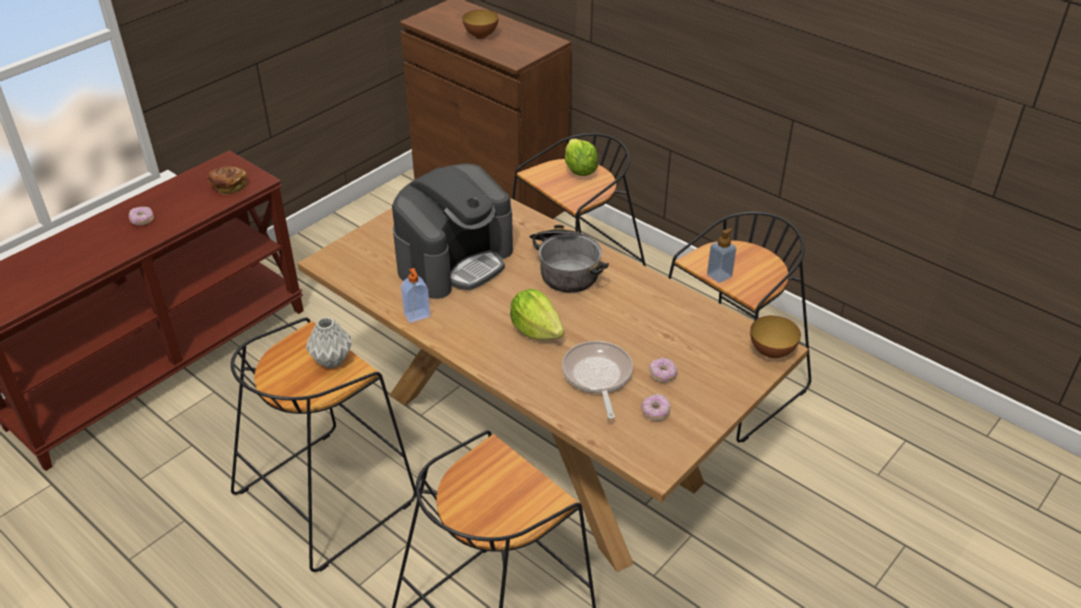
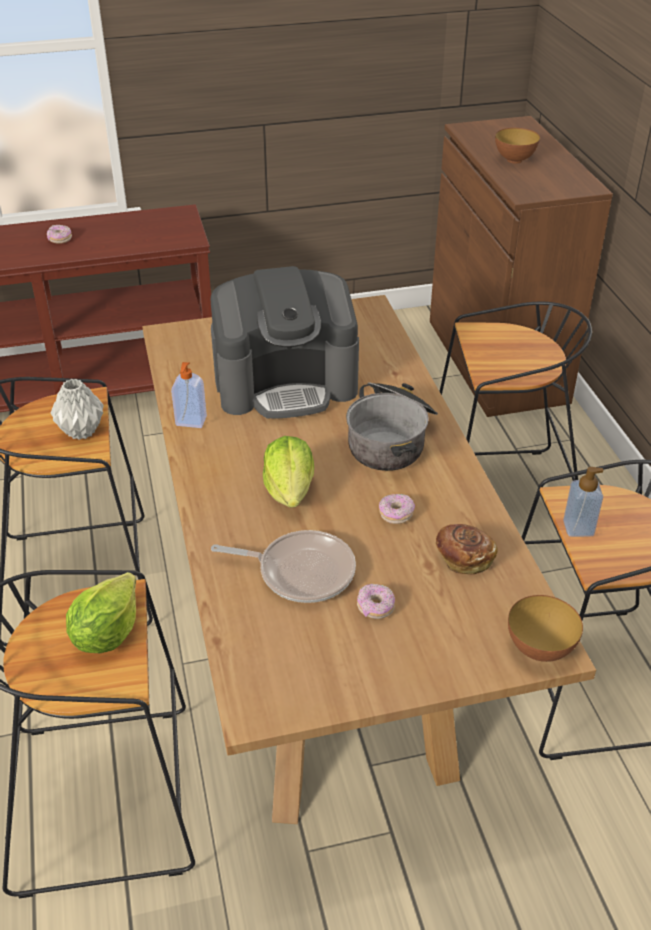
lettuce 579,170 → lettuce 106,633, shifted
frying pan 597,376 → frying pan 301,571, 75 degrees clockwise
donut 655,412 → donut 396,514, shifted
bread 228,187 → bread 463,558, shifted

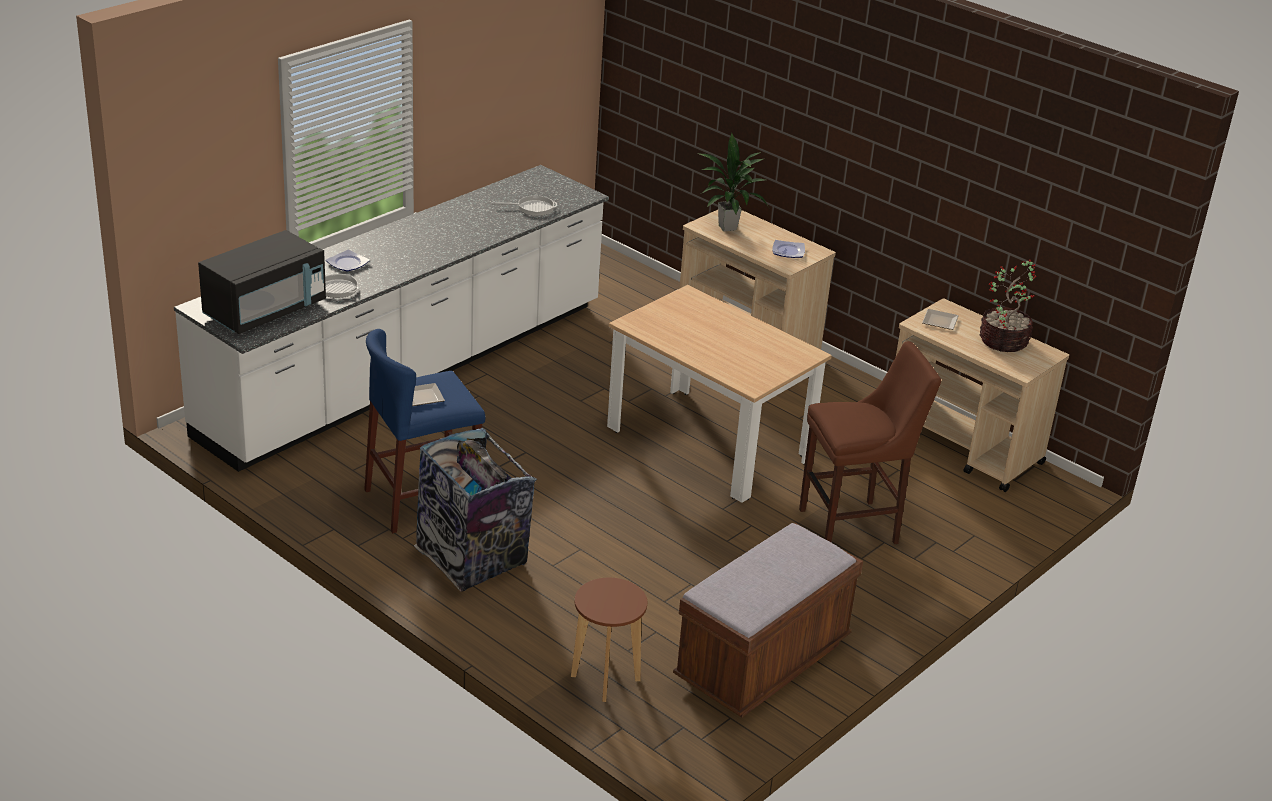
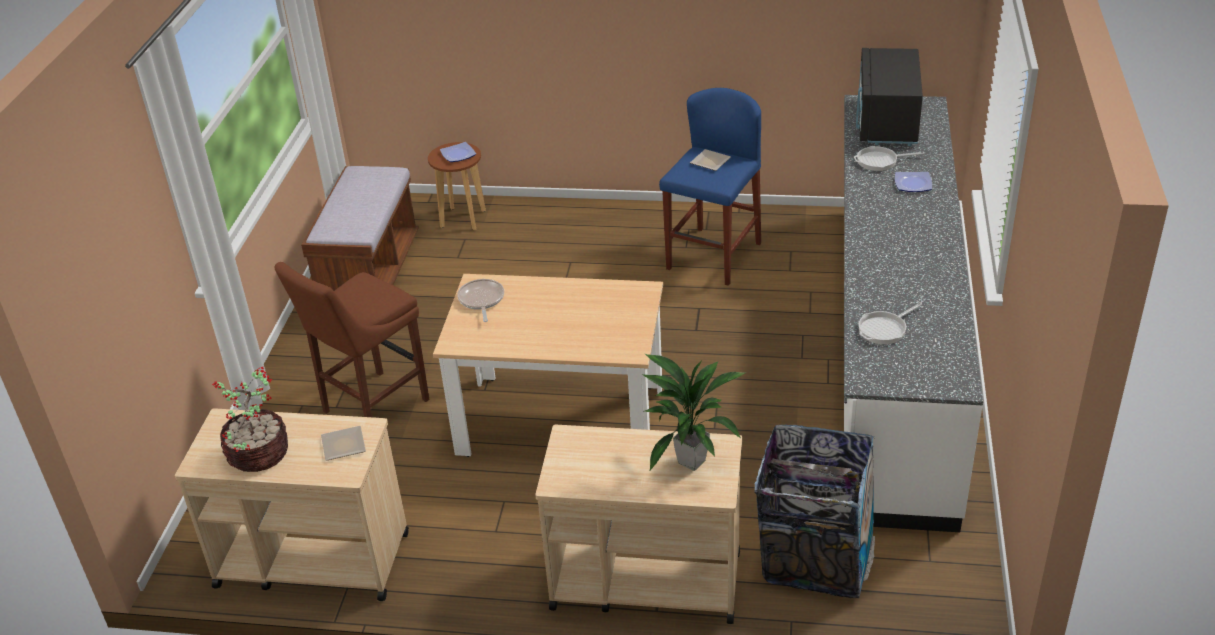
plate 789,251 → plate 458,155, shifted
- → frying pan 481,300
trash can 472,559 → trash can 815,560, shifted

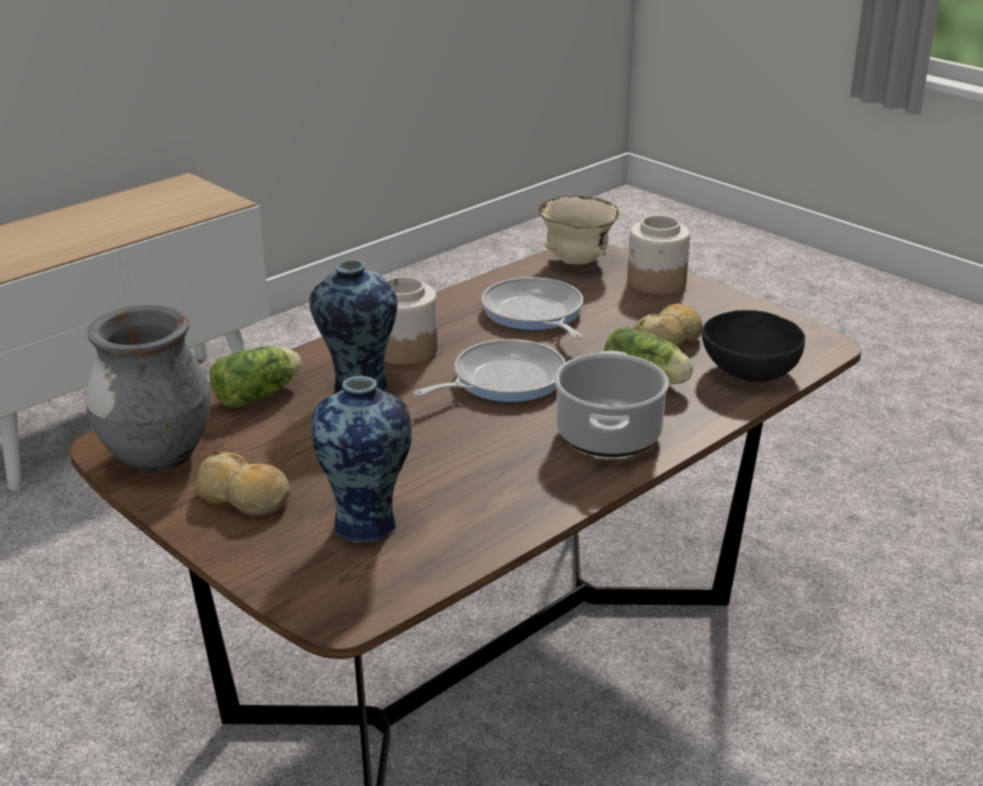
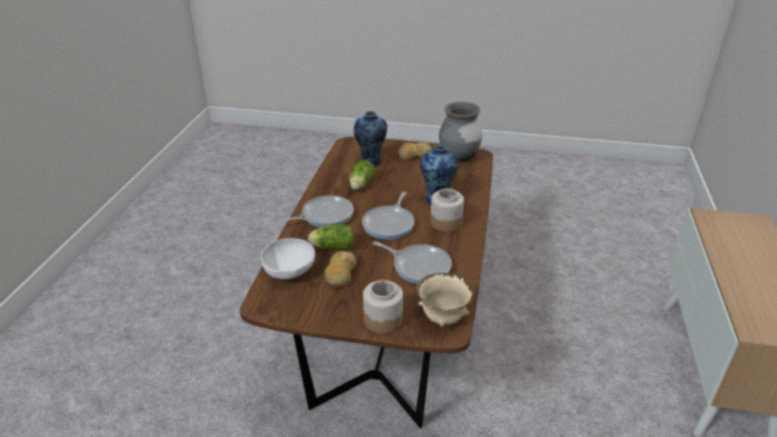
bowl/black 749,370 → bowl/white 290,271
cooking pot 609,436 → frying pan 324,215
lettuce 260,395 → lettuce 360,185, shifted

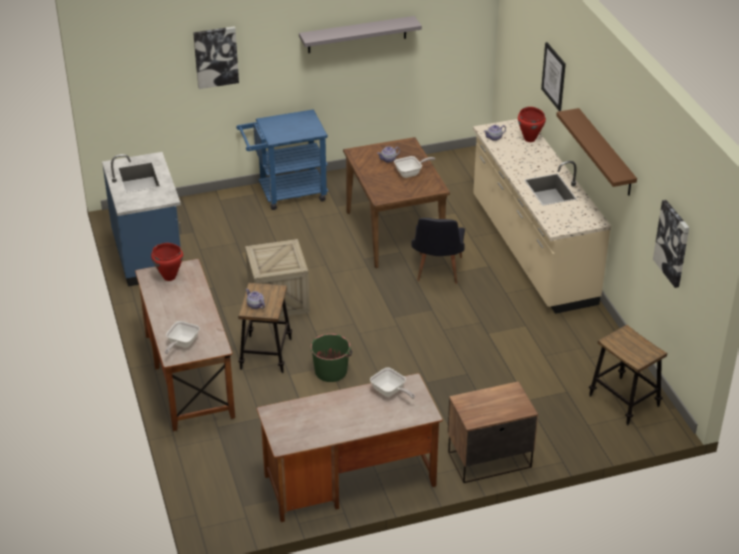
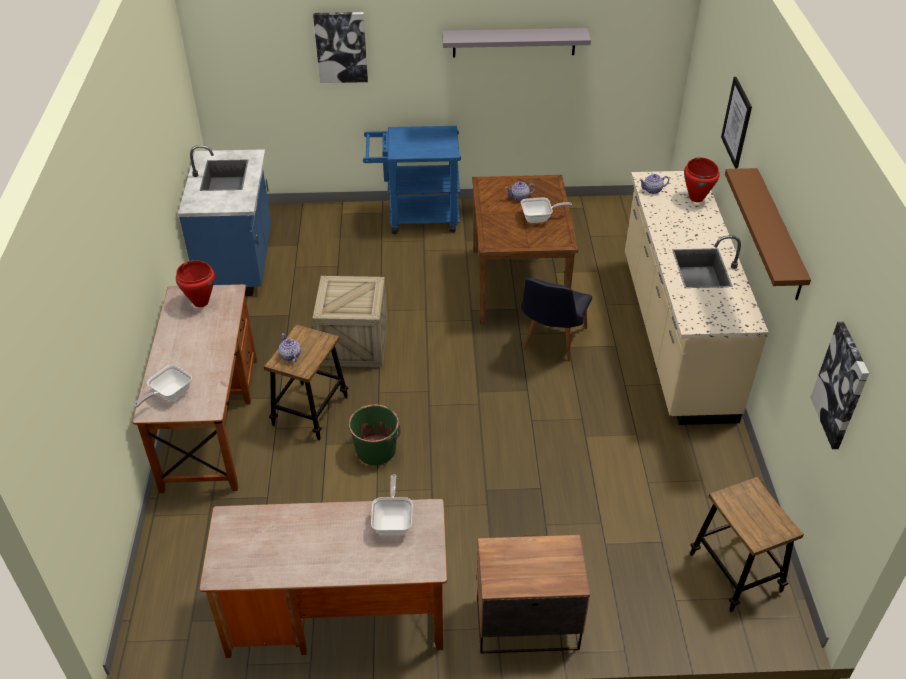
frying pan 390,392 → frying pan 393,521, 150 degrees counterclockwise

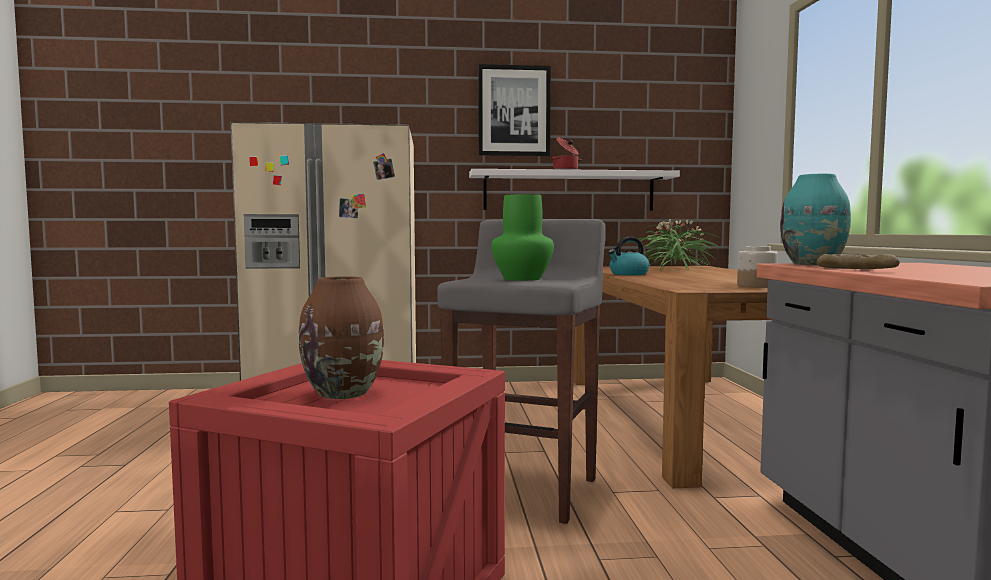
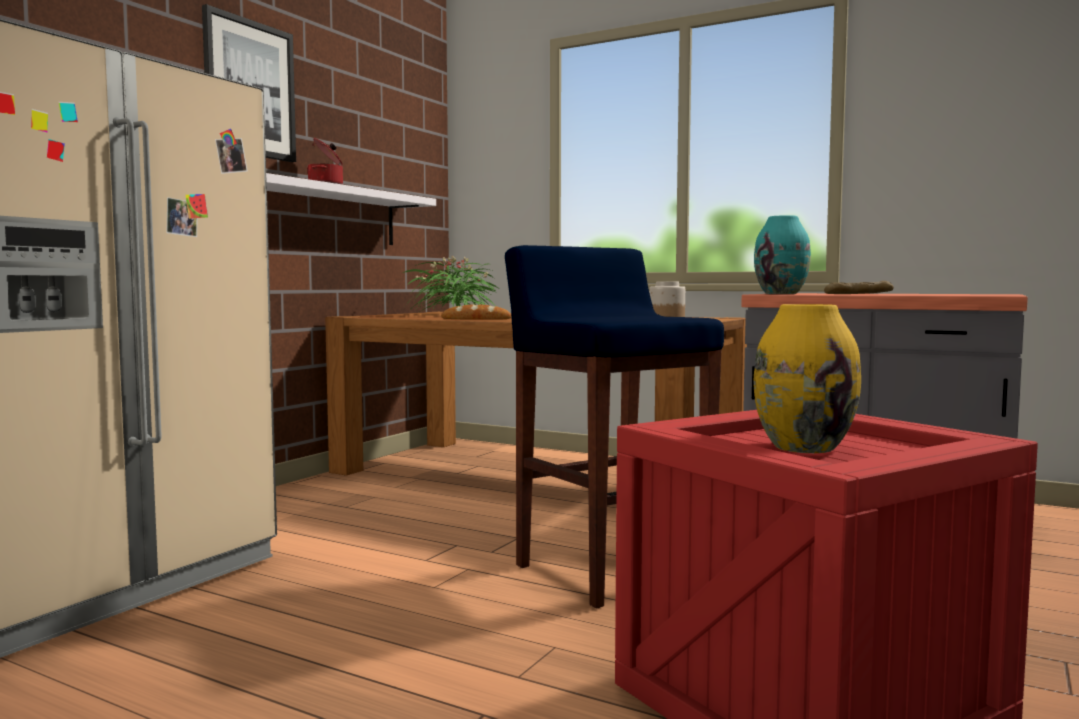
kettle 628,274 → bread 476,319
stool/grey 525,490 → stool/blue 610,570
vase/brown 344,393 → vase/yellow 803,447
vase/green 521,279 → -

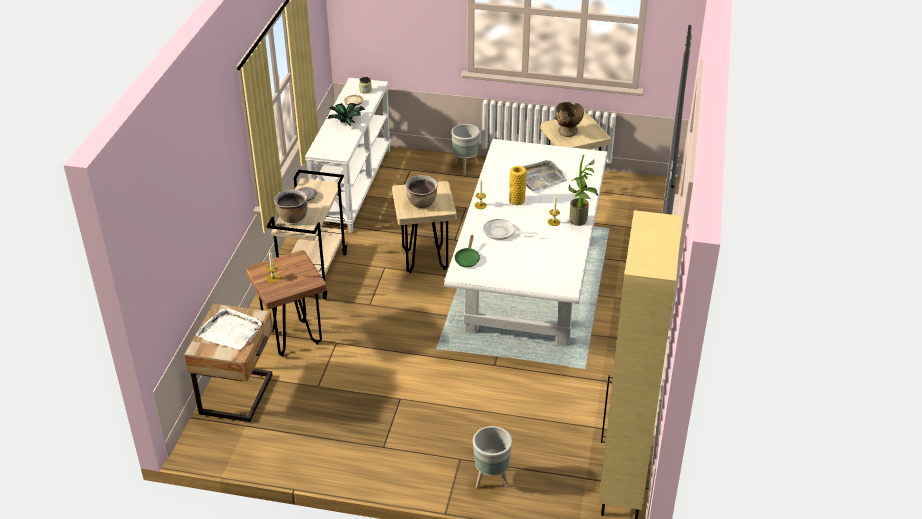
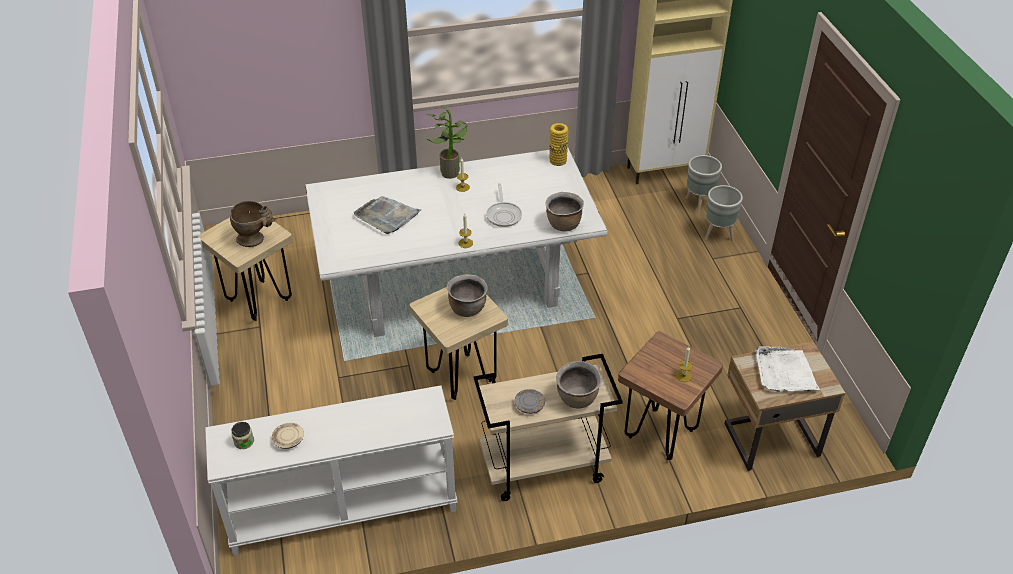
frying pan/green 467,259 → cooking pot/brown 563,224
vase/yellow 517,200 → vase/yellow 557,160, shifted
planter/grey 465,167 → planter/grey 699,203, shifted
potted plant 347,121 → -

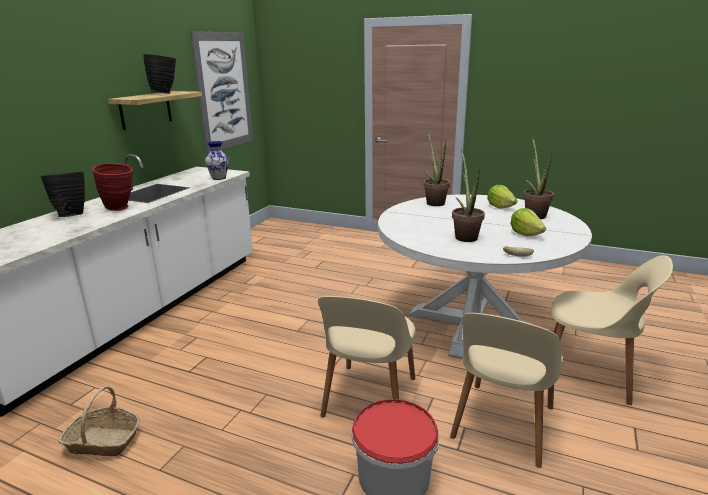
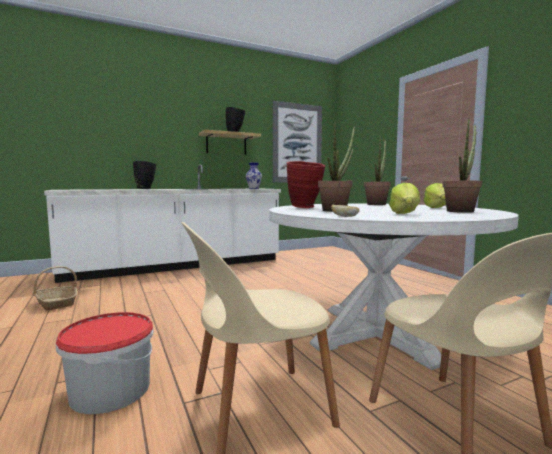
vase/red 121,208 → vase/red 305,207, shifted
chair/beige 369,399 → -

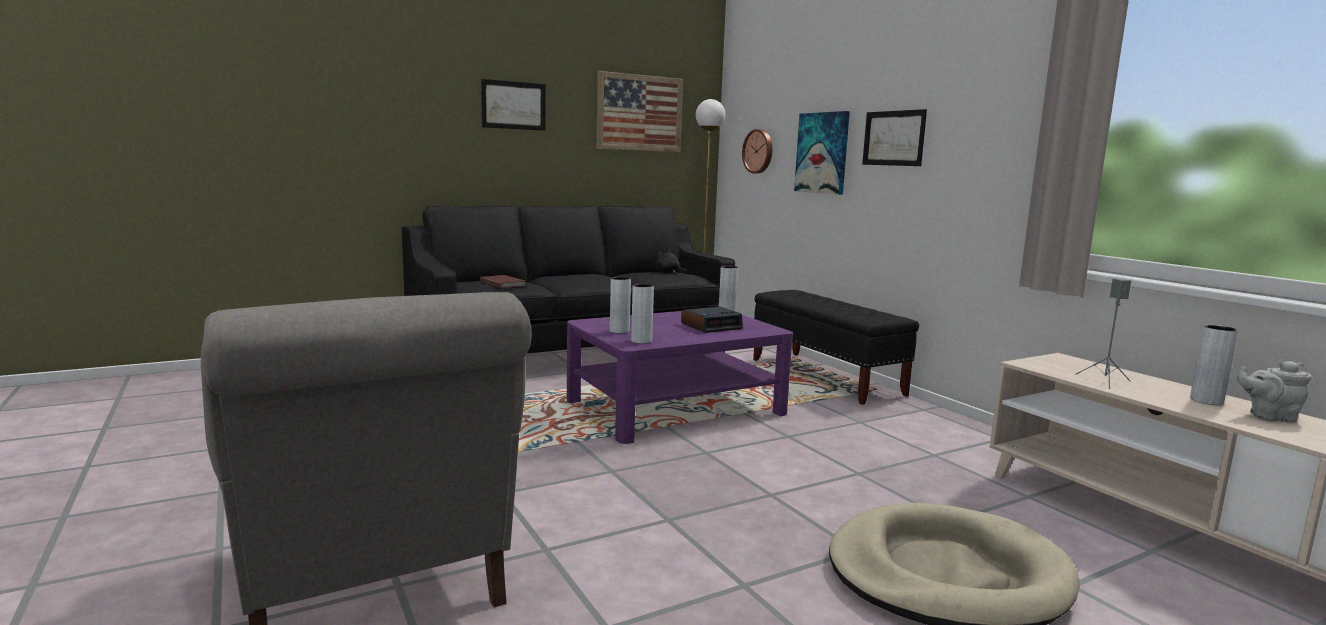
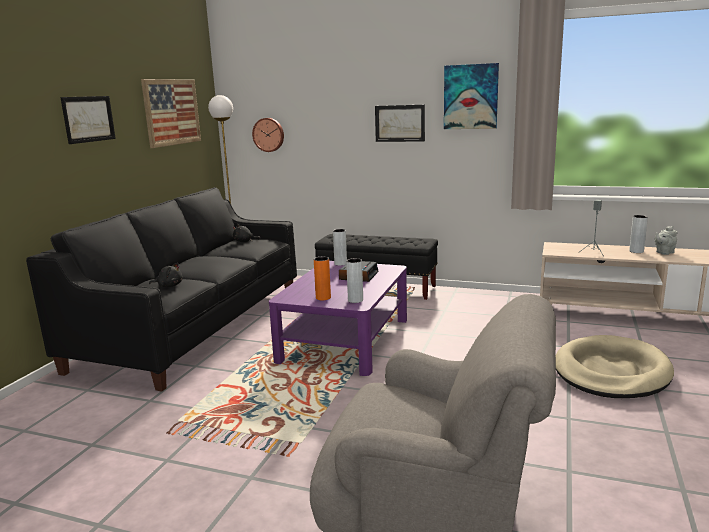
book/brown 503,283 → plush toy/black 169,286
vase/grey 619,331 → vase/orange 323,298
picture 822,153 → picture 470,97, shifted

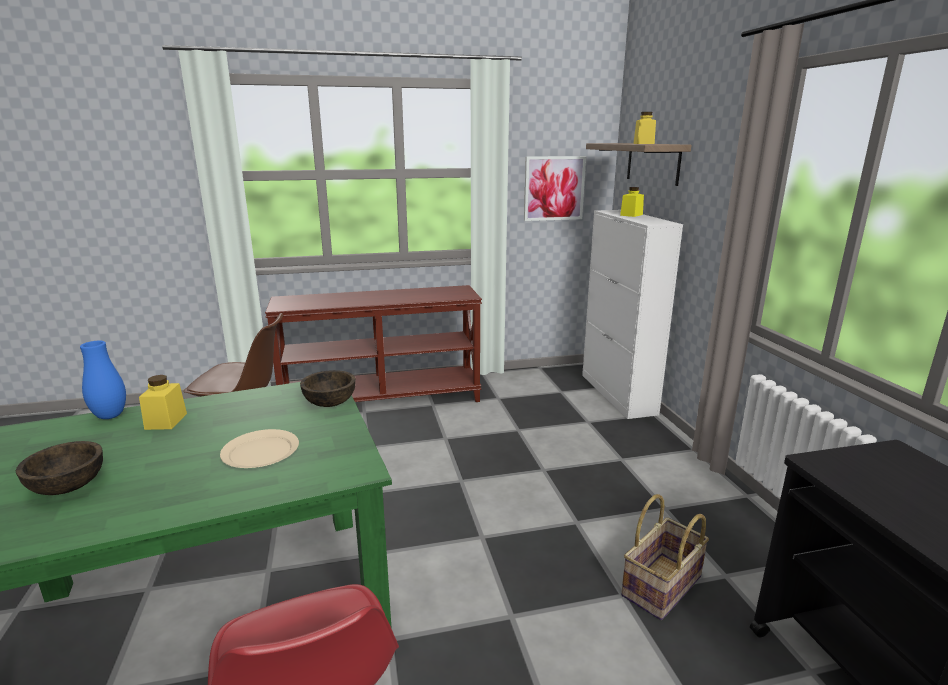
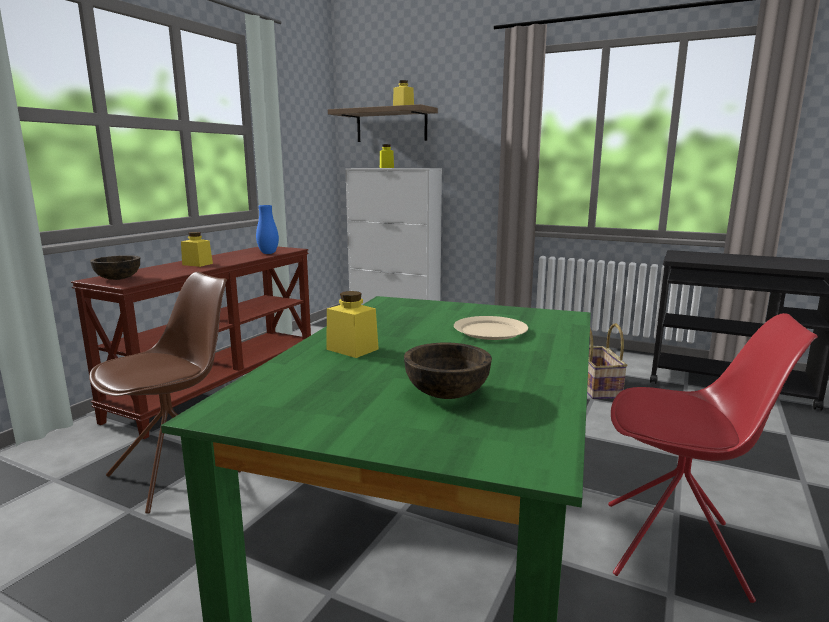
bowl/brown 330,403 → bowl/brown 118,278, shifted
- → jar/yellow 197,264
vase/blue 110,416 → vase/blue 268,253, shifted
picture 554,188 → -

